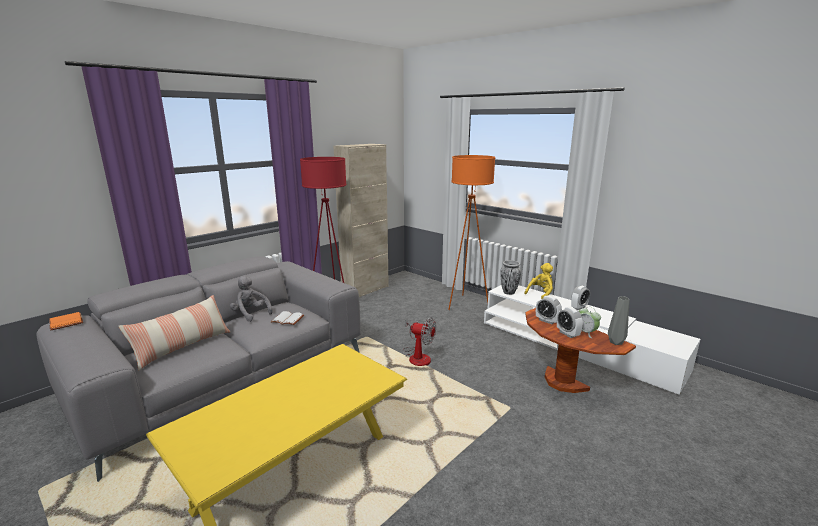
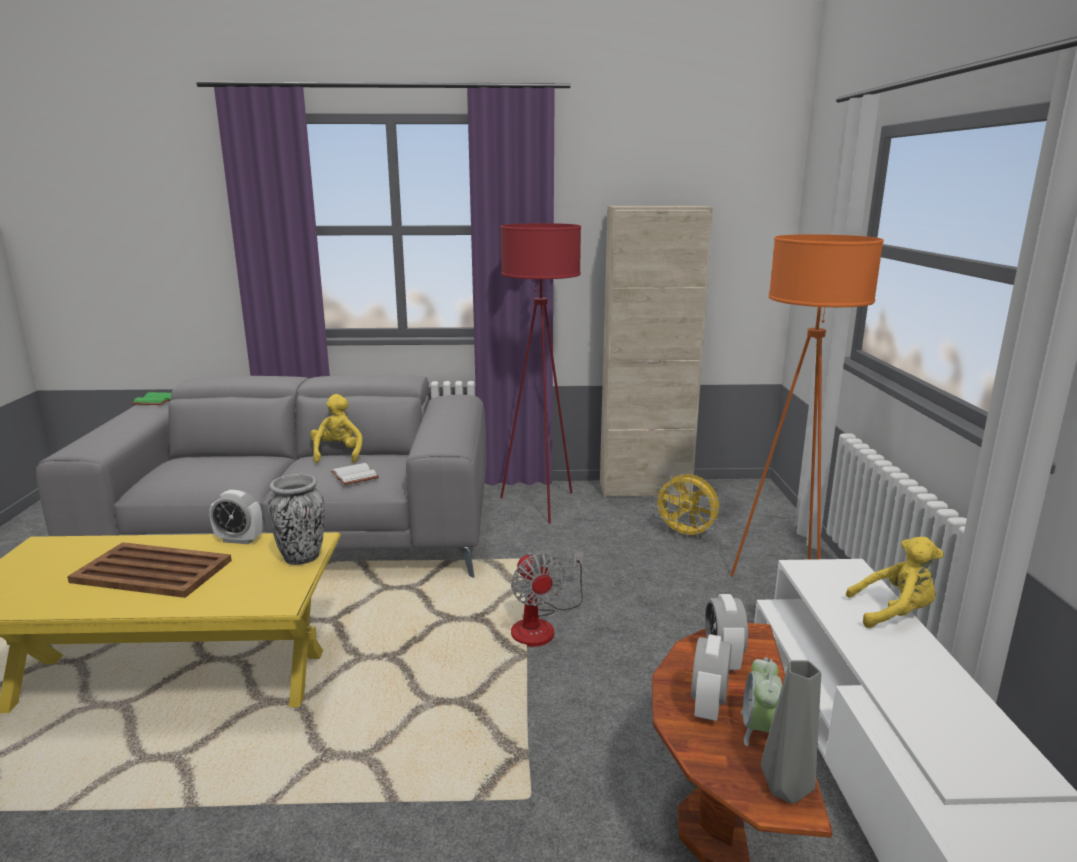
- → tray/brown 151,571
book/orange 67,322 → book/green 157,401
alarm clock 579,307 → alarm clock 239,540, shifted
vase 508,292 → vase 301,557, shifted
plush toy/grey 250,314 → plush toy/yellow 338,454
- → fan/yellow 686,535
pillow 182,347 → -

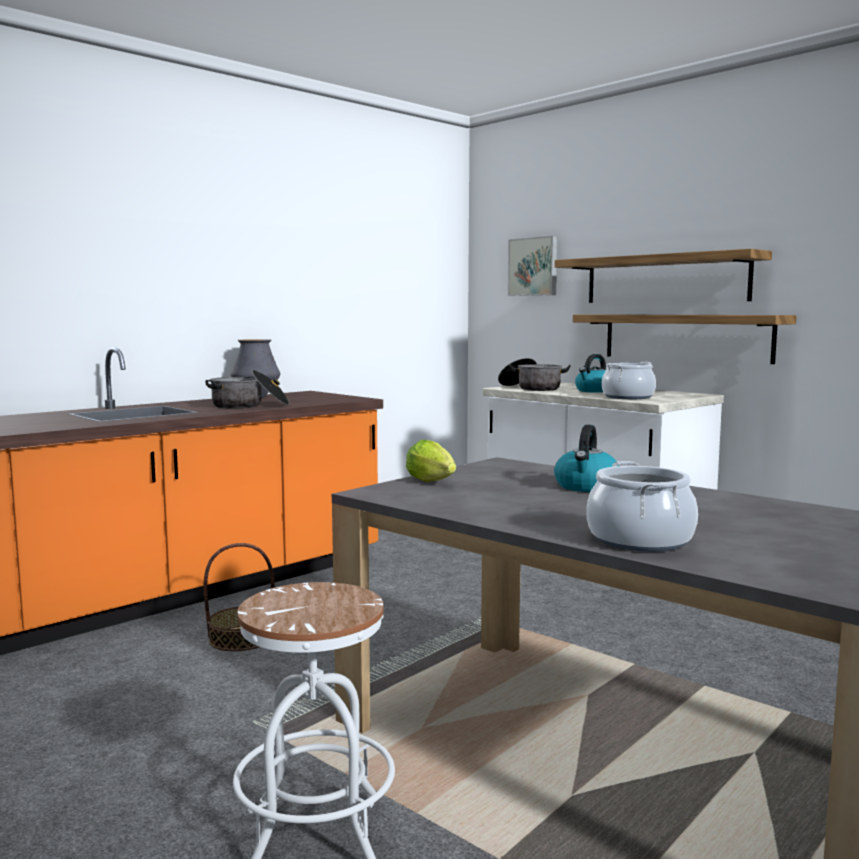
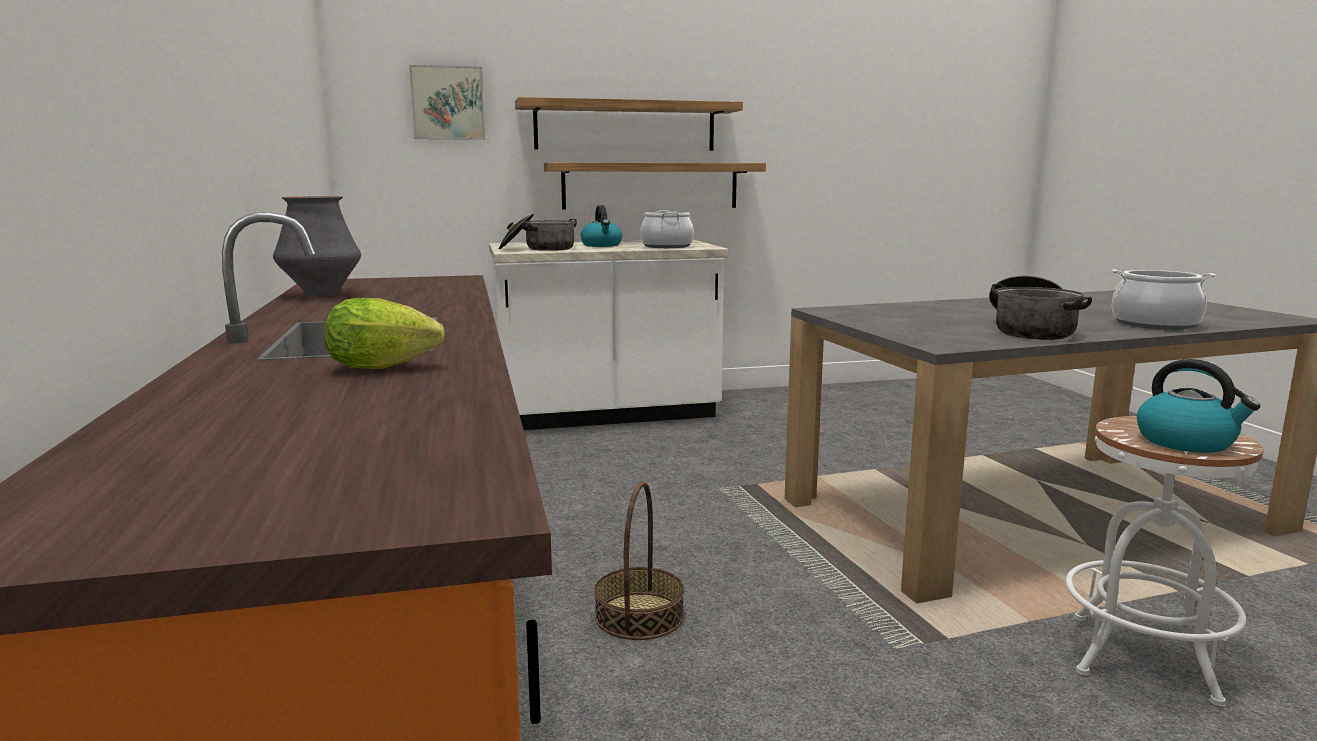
lettuce 433,482 → lettuce 389,367, shifted
cooking pot 249,405 → cooking pot 1031,330, shifted
kettle 586,487 → kettle 1187,442, shifted

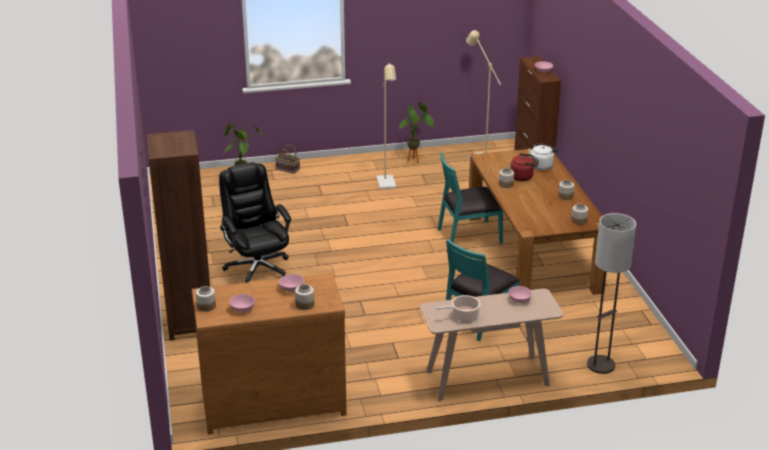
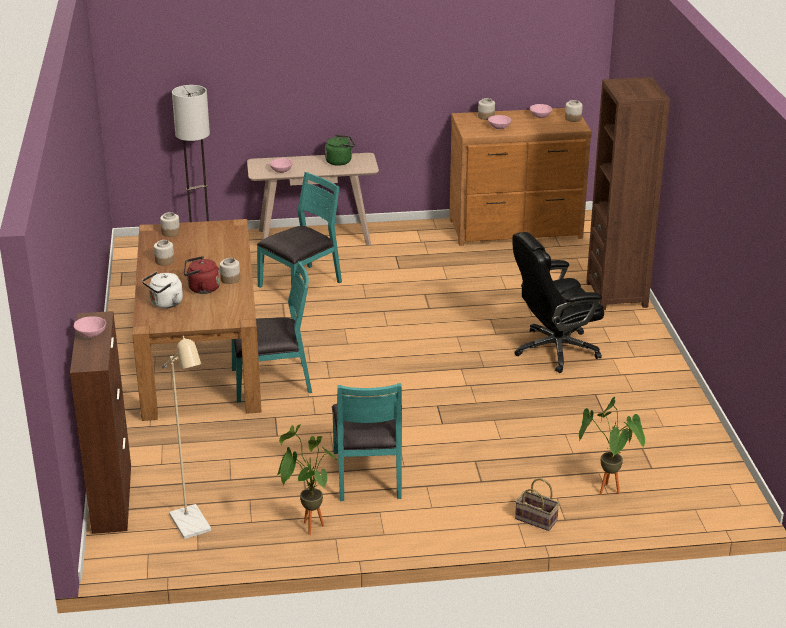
cooking pot 463,316 → kettle/green 340,161
floor lamp/beige 387,185 → chair/turquoise 368,475
office chair/black 257,268 → office chair/black 554,350, 90 degrees clockwise

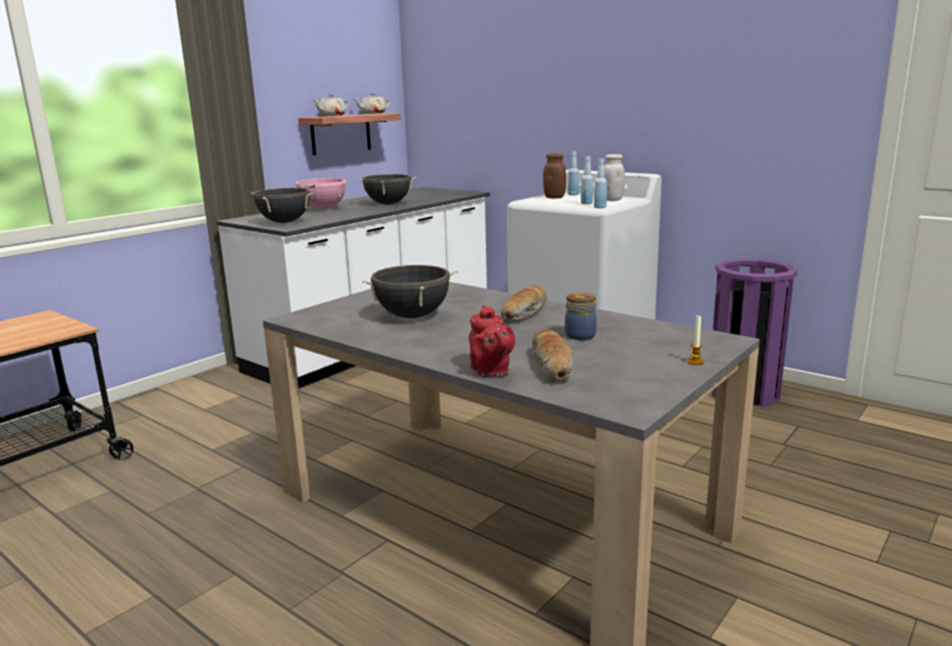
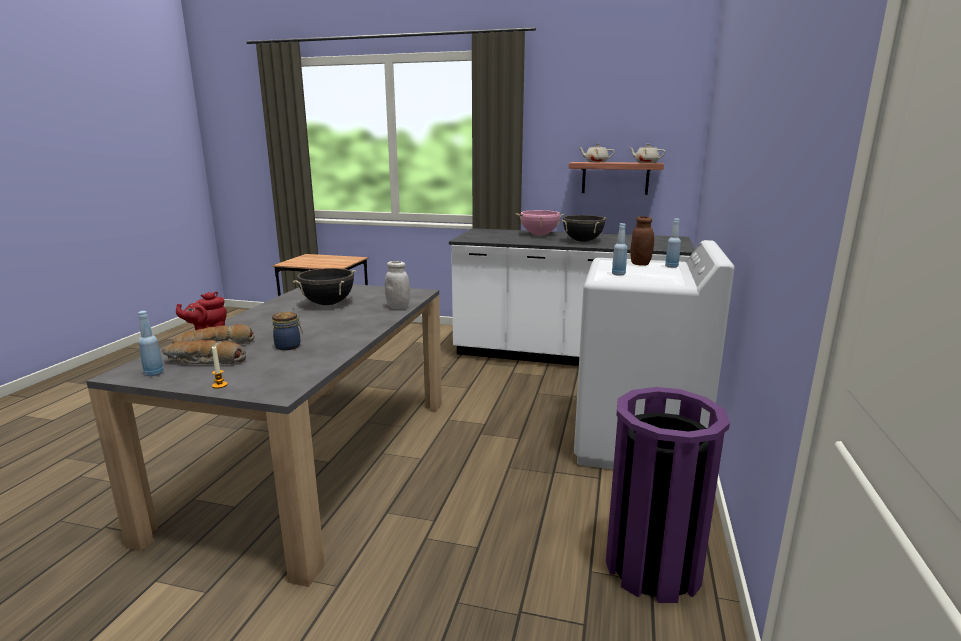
bottle/blue 600,207 → bottle/blue 154,373, shifted
bread 525,314 → bread 205,362, shifted
jar/white 612,200 → jar/white 398,307, shifted
cooking pot/black 284,222 → -

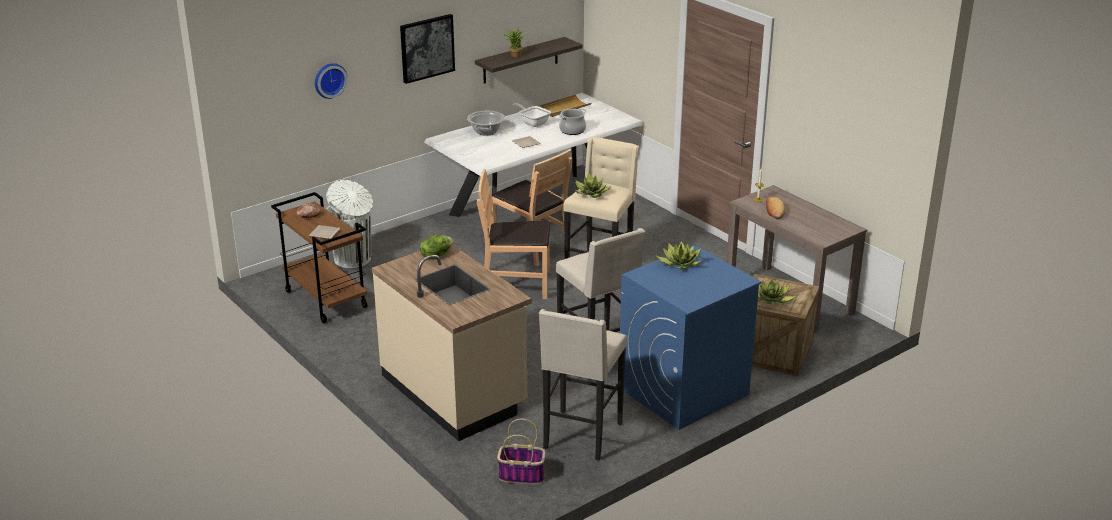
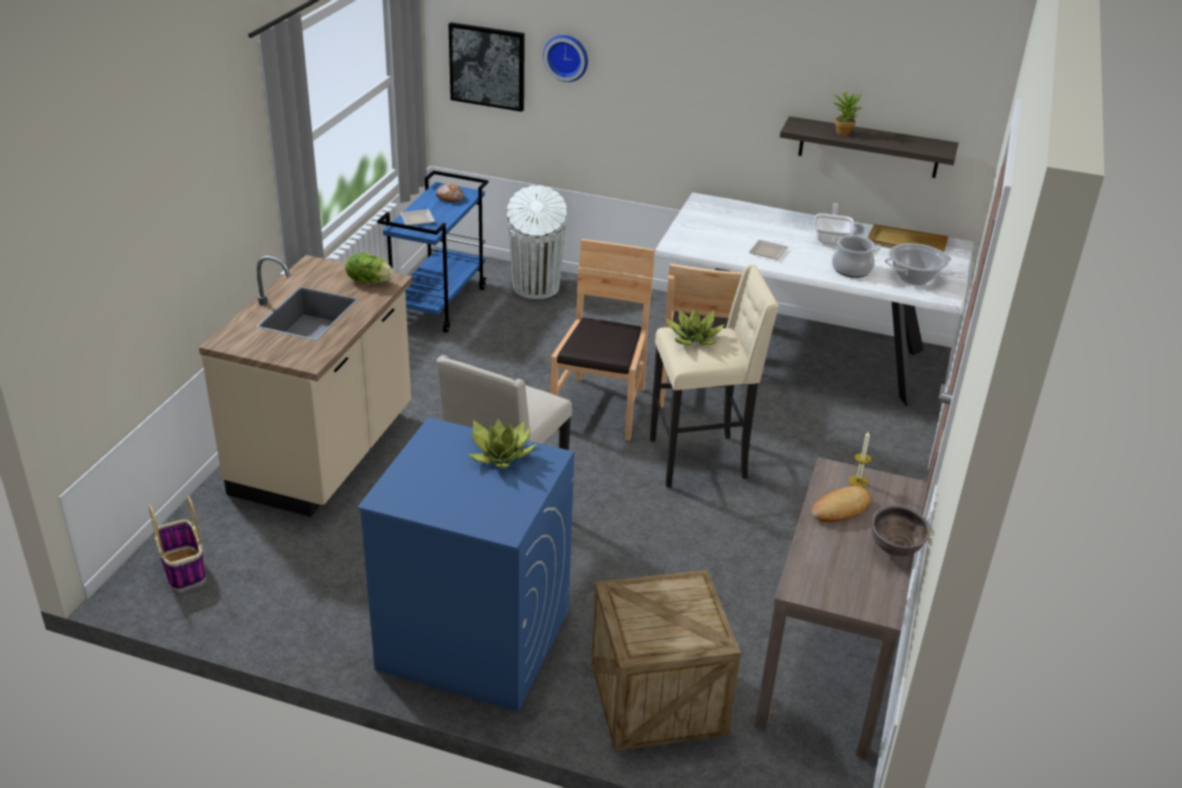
cart/brown 325,299 → cart/blue 438,304
picture 427,48 → picture 487,66, shifted
chair/brown 516,284 → chair/brown 600,408, 45 degrees clockwise
- → bowl/brown 894,550
cooking pot 486,131 → cooking pot 914,277, shifted
stool/beige 581,437 → -
potted plant 772,300 → -

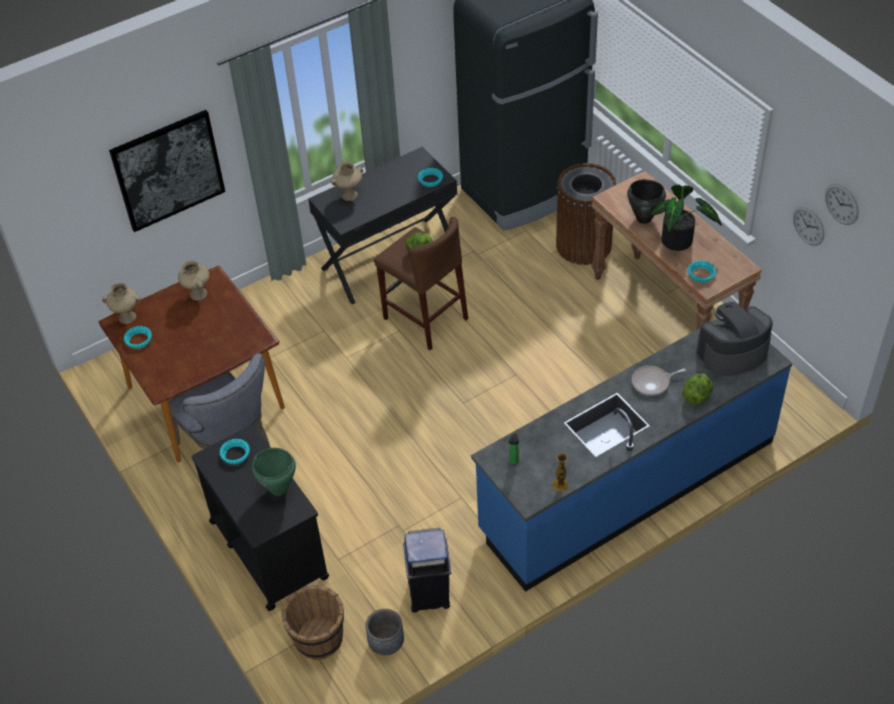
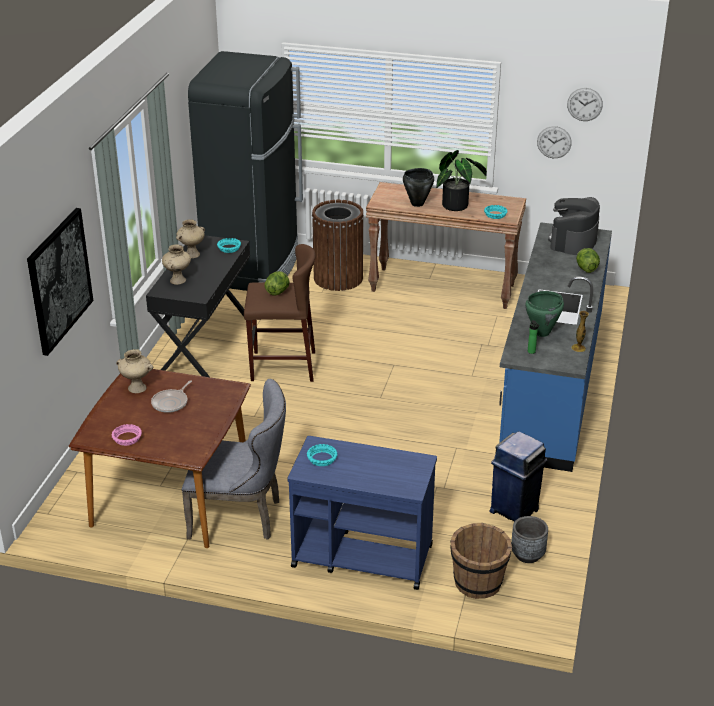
bowl/turquoise 139,340 → bowl/pink 127,438
frying pan 652,383 → frying pan 171,403, shifted
vase/beige 128,317 → vase/beige 192,254, shifted
cart/black 268,548 → cart/blue 361,555
cooking pot/green 279,489 → cooking pot/green 542,333, shifted

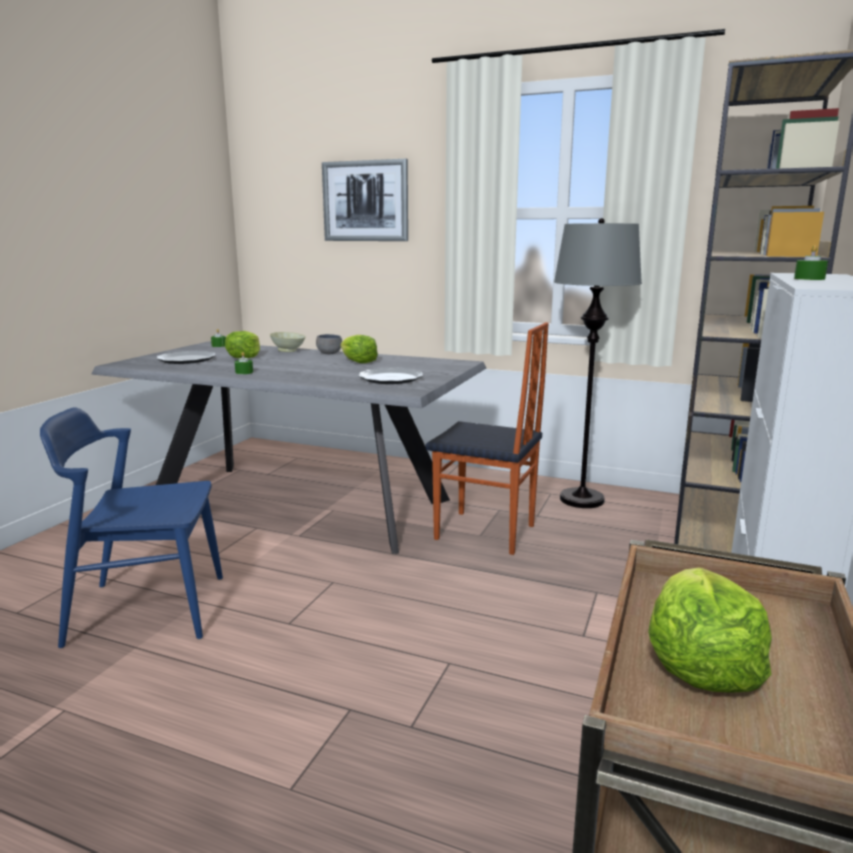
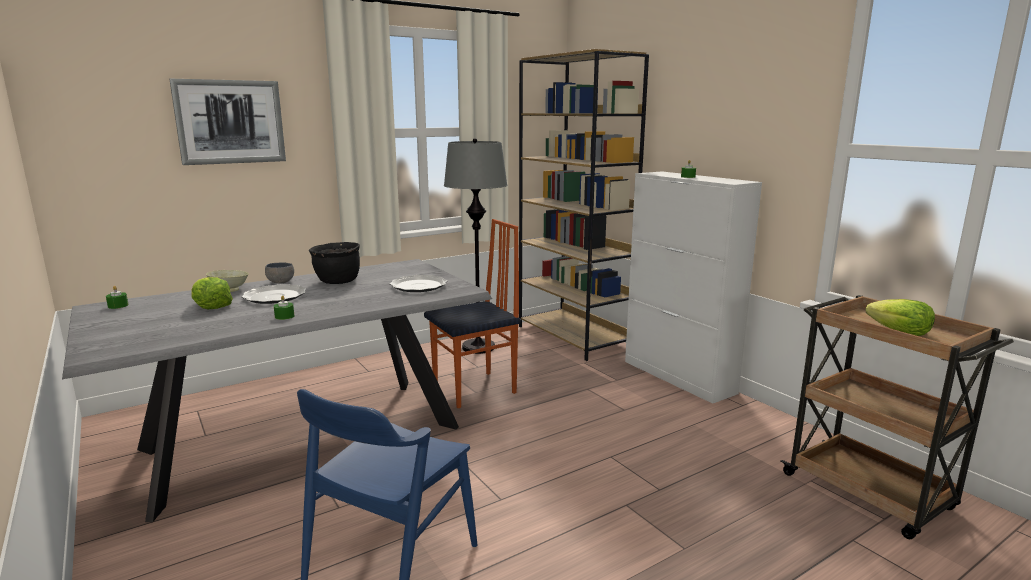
plate 186,360 → plate 275,297, shifted
lettuce 358,362 → cooking pot/black 337,282

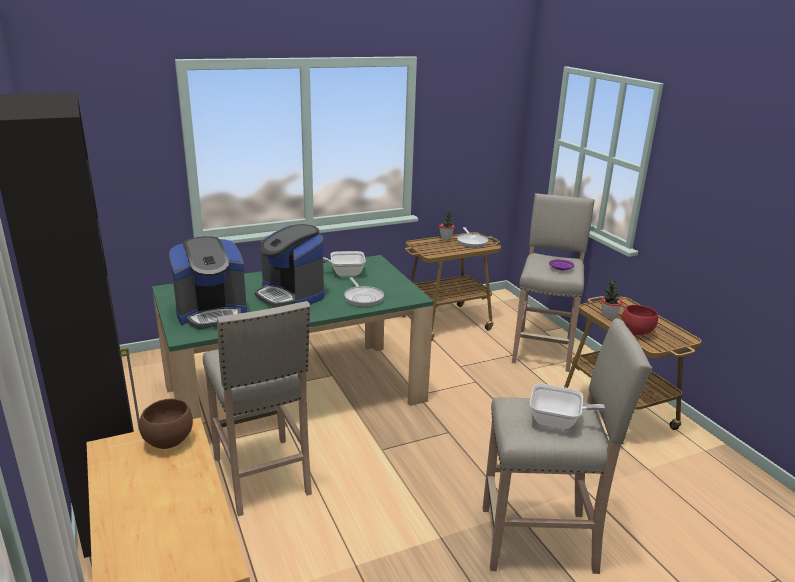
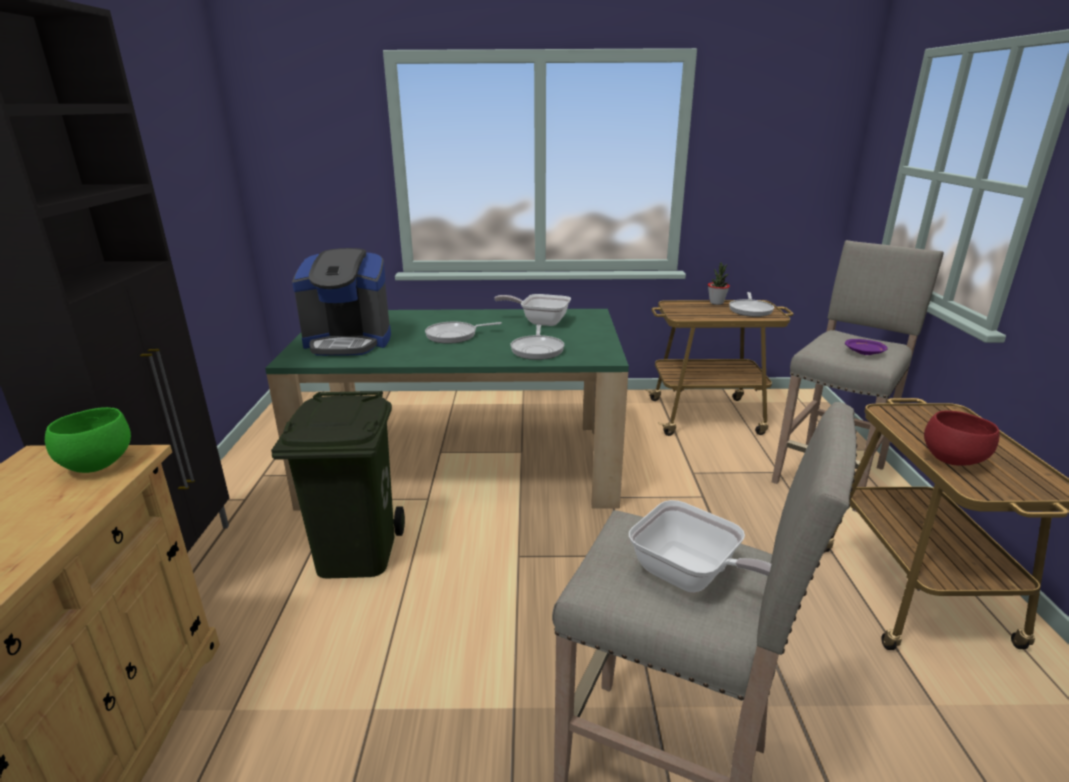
bowl/brown 167,441 → bowl/green 97,464
stool/beige 262,477 → trash can/green 355,553
coffee machine 291,295 → frying pan 454,335
potted plant 609,316 → -

